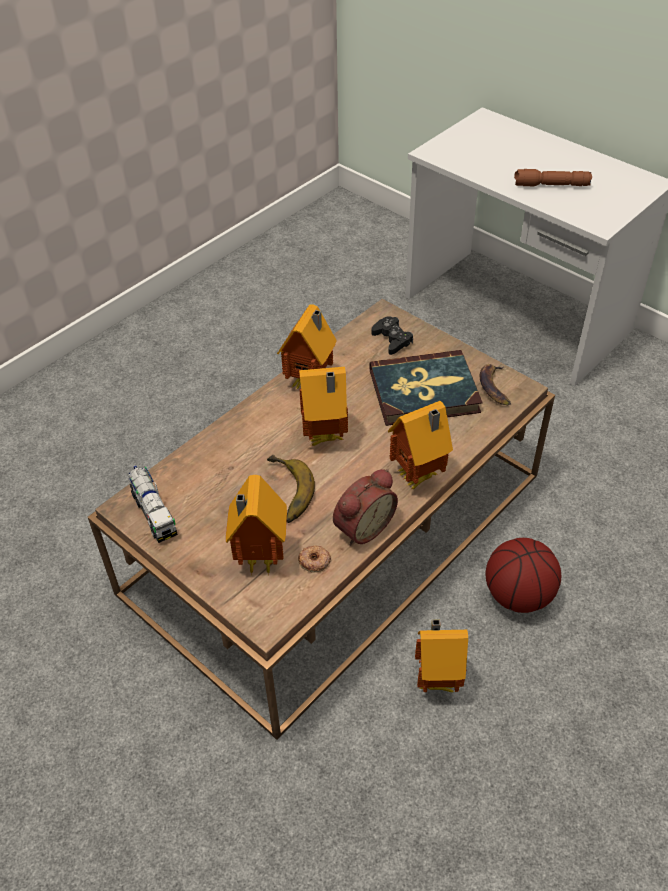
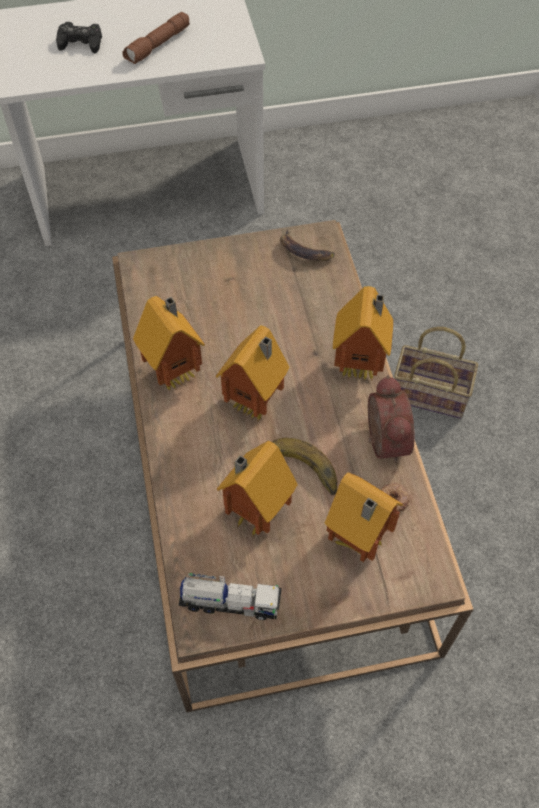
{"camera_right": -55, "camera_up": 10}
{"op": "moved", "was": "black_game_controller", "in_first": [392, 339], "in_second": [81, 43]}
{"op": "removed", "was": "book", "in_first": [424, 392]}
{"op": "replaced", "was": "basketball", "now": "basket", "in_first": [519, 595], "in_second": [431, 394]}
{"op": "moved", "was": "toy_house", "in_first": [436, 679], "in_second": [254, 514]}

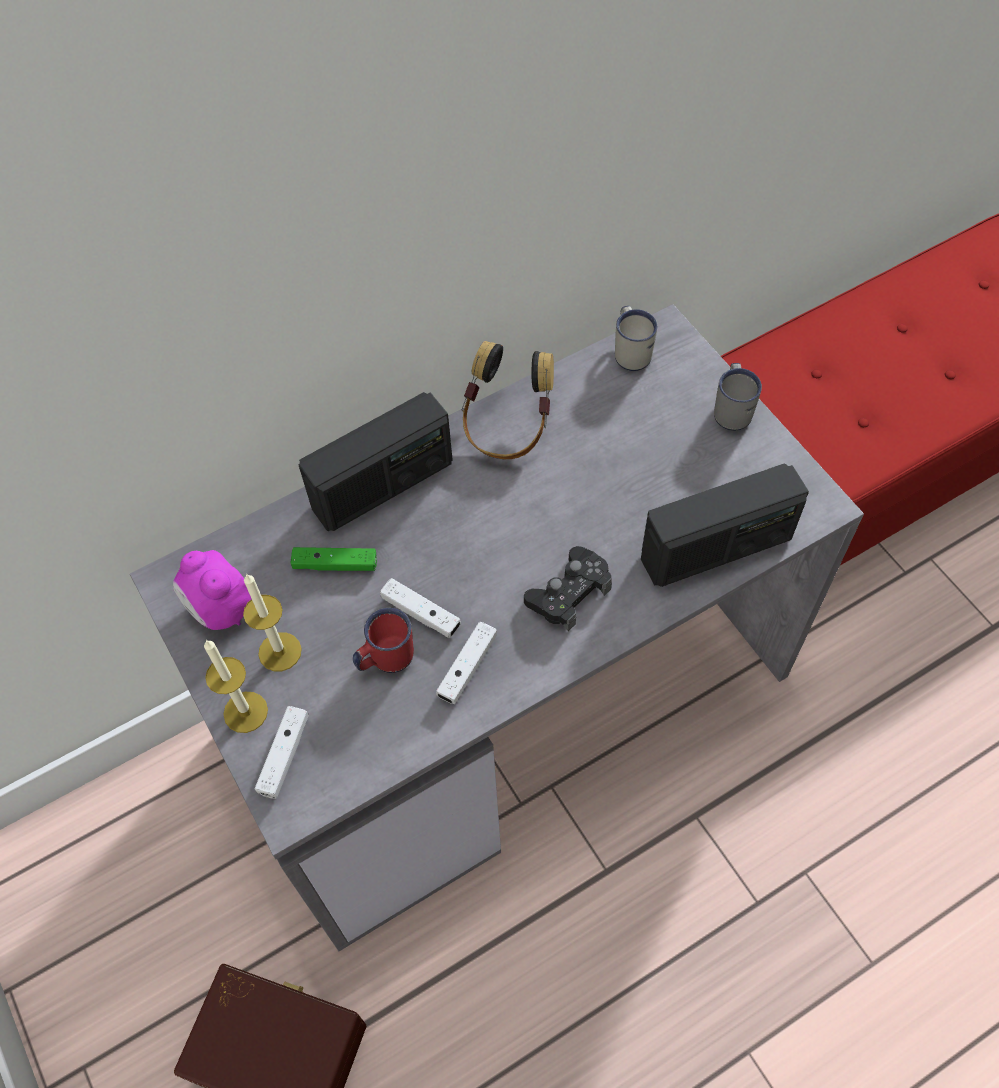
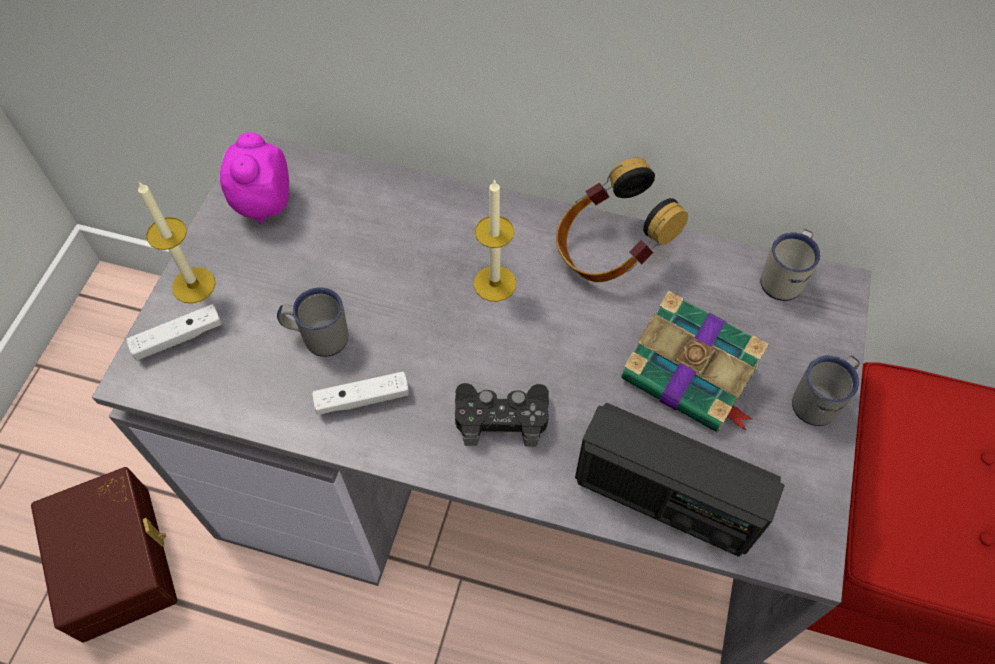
{"camera_right": 45, "camera_up": 0}
{"op": "removed", "was": "radio", "in_first": [383, 485]}
{"op": "removed", "was": "green_game_controller", "in_first": [335, 564]}
{"op": "moved", "was": "candle", "in_first": [280, 651], "in_second": [494, 283]}
{"op": "removed", "was": "white_game_controller", "in_first": [421, 613]}
{"op": "recoloured", "was": "red_mug", "now": "grey_mug", "in_first": [385, 658], "in_second": [318, 336]}
{"op": "added", "now": "book", "in_second": [691, 375]}

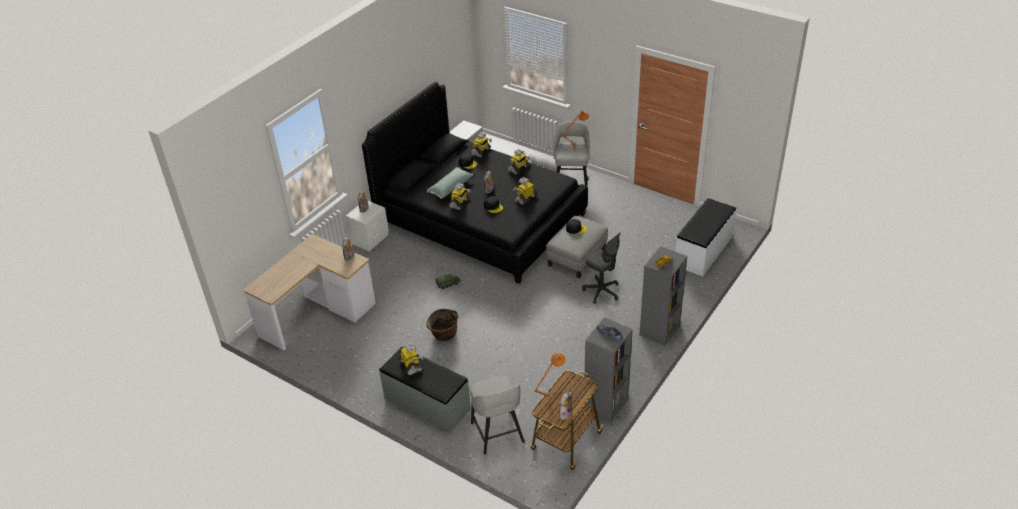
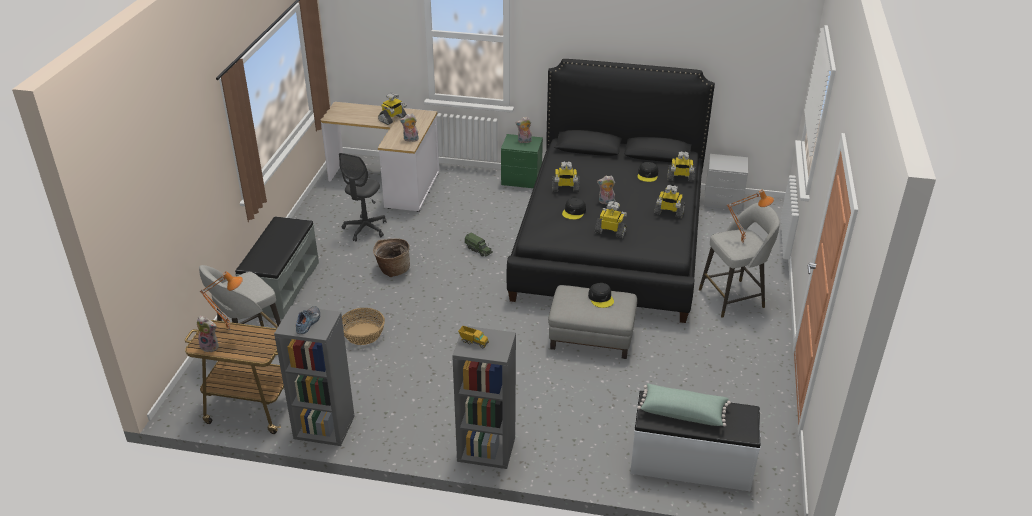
{"camera_right": 65, "camera_up": -5}
{"op": "moved", "was": "green_pillow", "in_first": [450, 187], "in_second": [683, 412]}
{"op": "recoloured", "was": "white_nightstand", "now": "green_nightstand", "in_first": [370, 239], "in_second": [521, 179]}
{"op": "moved", "was": "grey_office_chair", "in_first": [601, 291], "in_second": [365, 229]}
{"op": "moved", "was": "toy_robot", "in_first": [411, 365], "in_second": [393, 119]}
{"op": "added", "now": "basket", "in_second": [363, 334]}

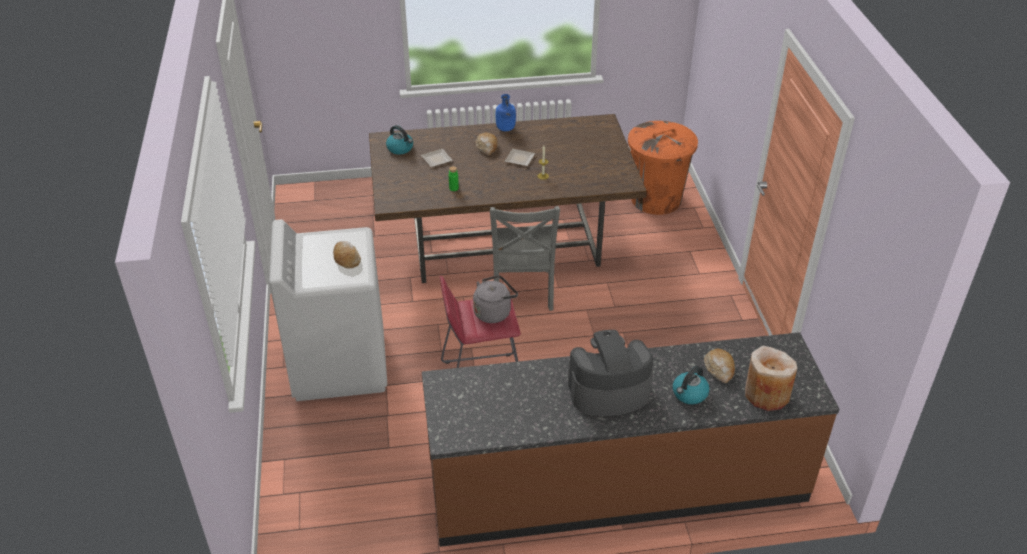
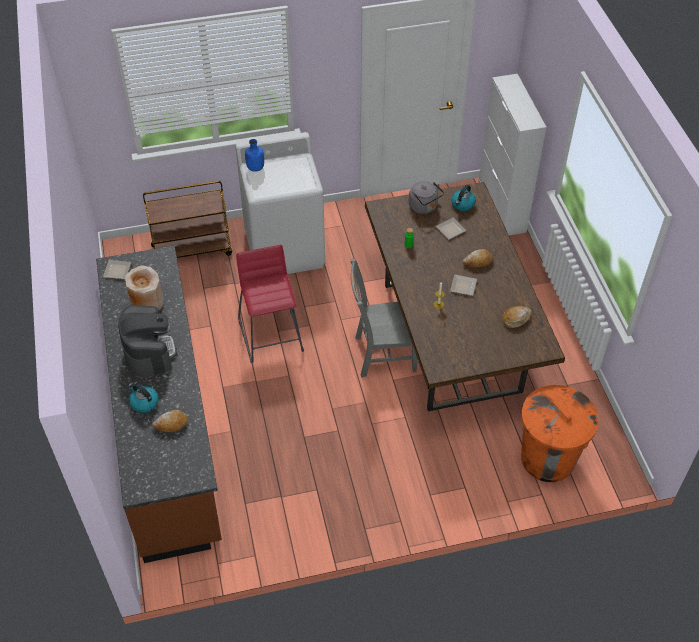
{"camera_right": 85, "camera_up": 10}
{"op": "moved", "was": "blue_bottle", "in_first": [505, 129], "in_second": [255, 168]}
{"op": "moved", "was": "bread", "in_first": [346, 258], "in_second": [516, 319]}
{"op": "moved", "was": "grey_kettle", "in_first": [494, 312], "in_second": [424, 207]}
{"op": "moved", "was": "beige_vase", "in_first": [766, 394], "in_second": [147, 302]}
{"op": "added", "now": "white_cabinet", "in_second": [501, 207]}
{"op": "added", "now": "brown_cart", "in_second": [192, 249]}
{"op": "added", "now": "plate", "in_second": [116, 271]}

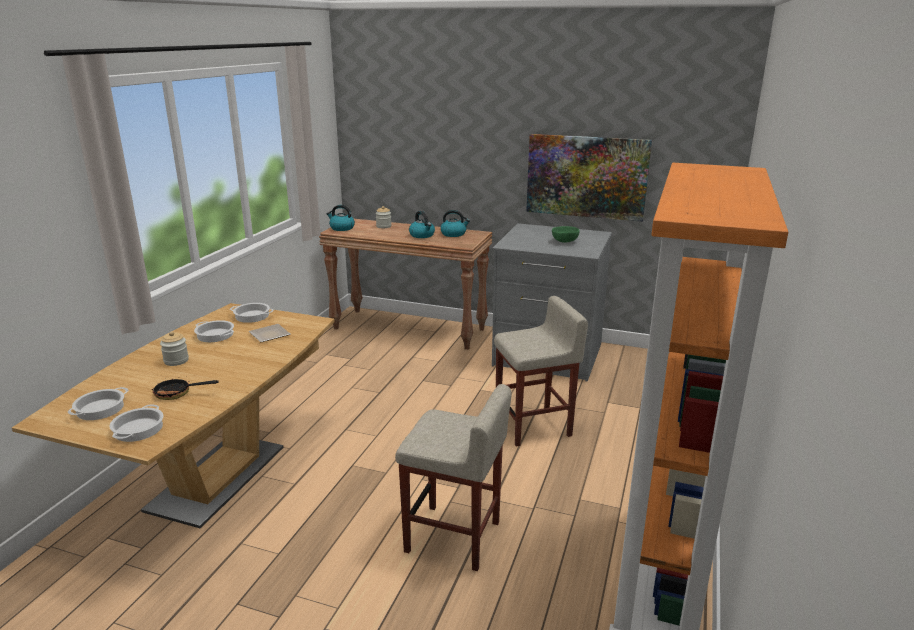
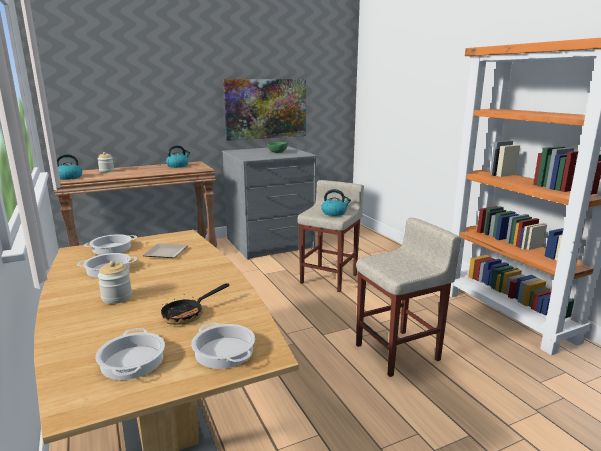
{"camera_right": -45, "camera_up": -5}
{"op": "moved", "was": "kettle", "in_first": [422, 235], "in_second": [334, 213]}

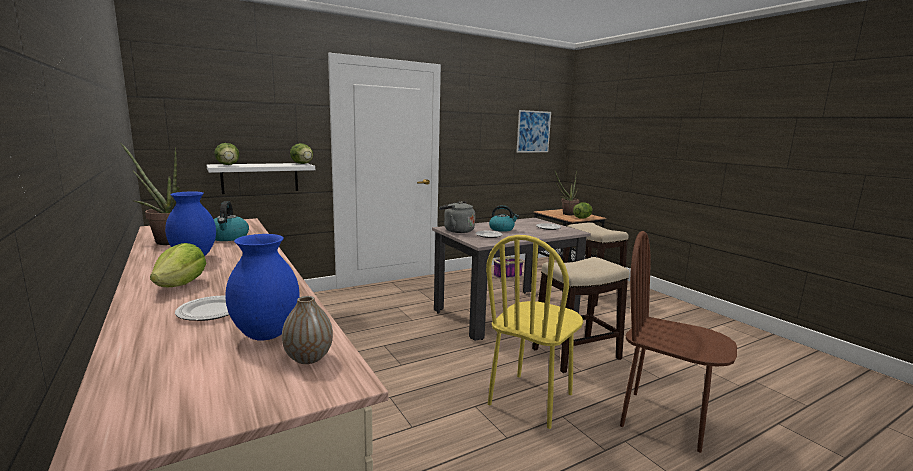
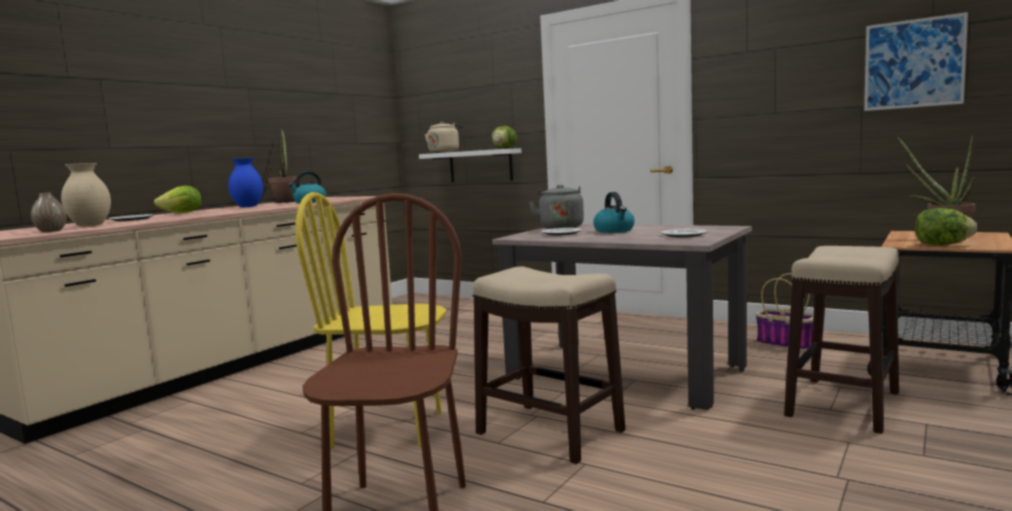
{"camera_right": 65, "camera_up": -5}
{"op": "replaced", "was": "lettuce", "now": "beige_kettle", "in_first": [228, 165], "in_second": [445, 152]}
{"op": "recoloured", "was": "blue_vase", "now": "beige_vase", "in_first": [265, 335], "in_second": [90, 226]}

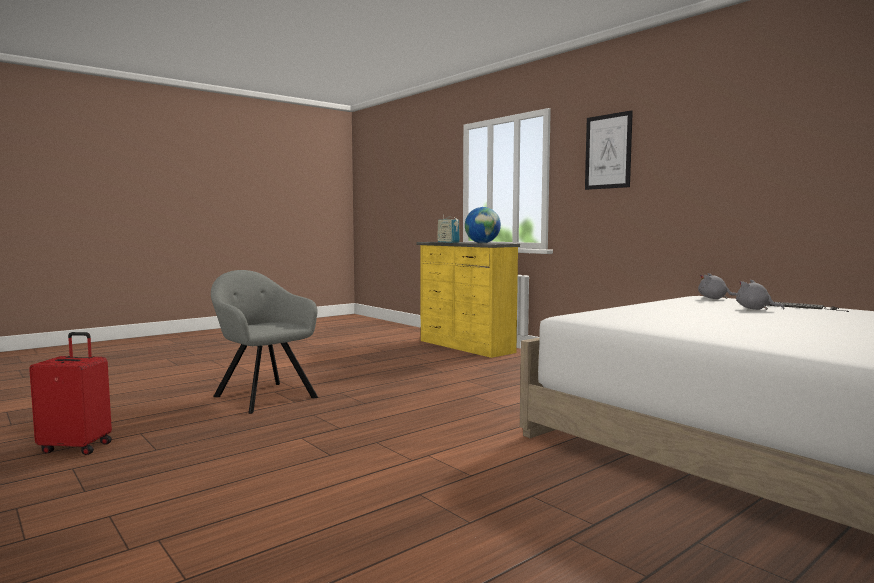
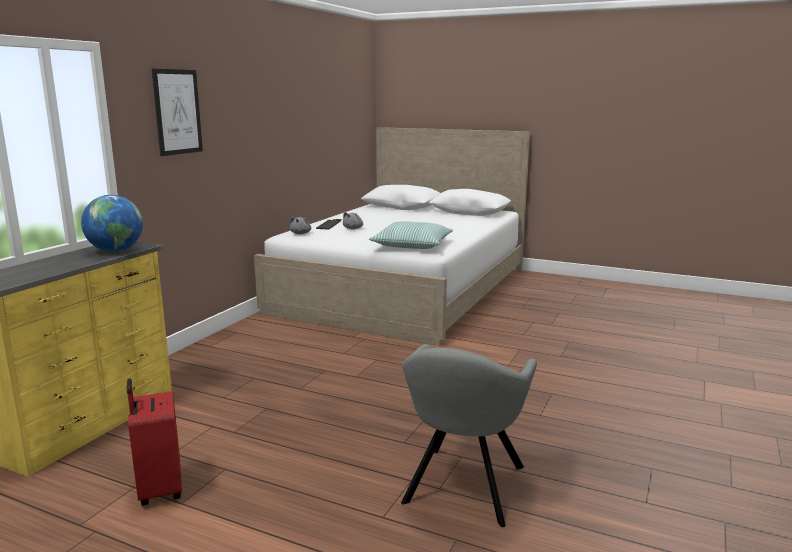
{"camera_right": -115, "camera_up": 10}
{"op": "removed", "was": "radio", "in_first": [448, 242]}
{"op": "moved", "was": "red_suitcase", "in_first": [77, 447], "in_second": [159, 490]}
{"op": "added", "now": "pillow", "in_second": [412, 245]}

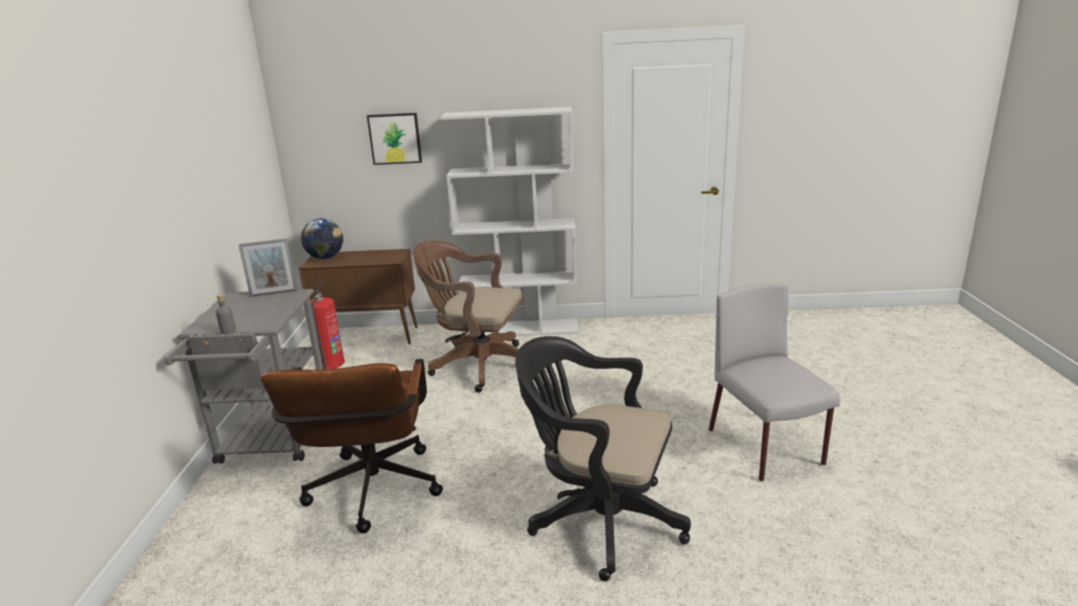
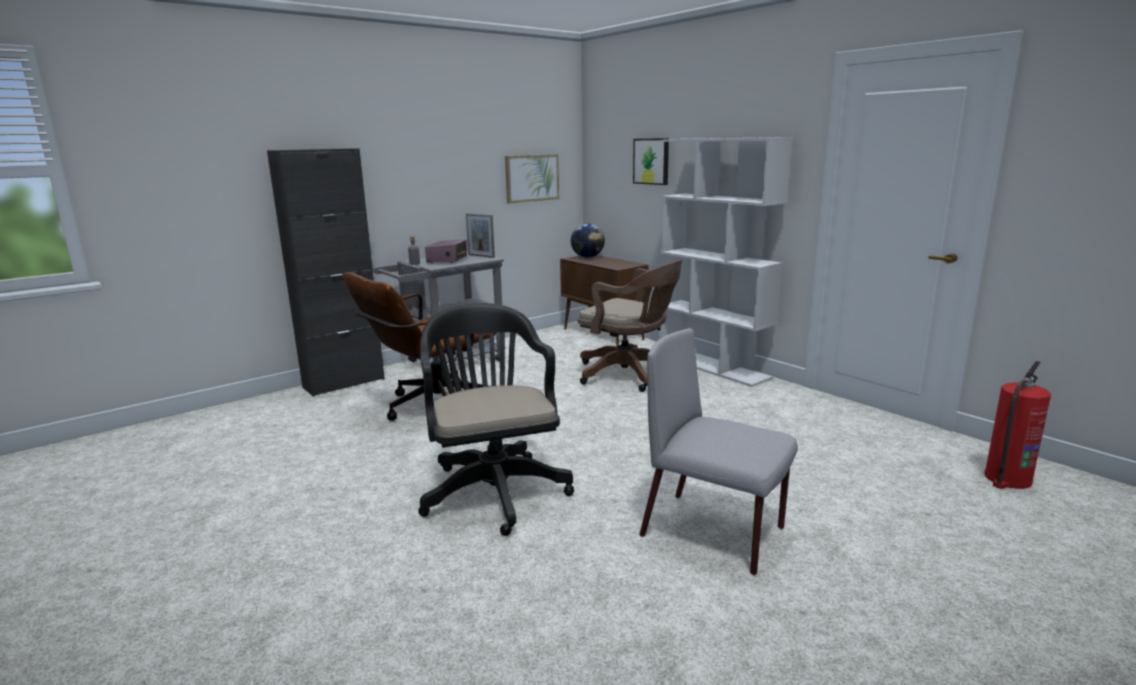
{"camera_right": 50, "camera_up": -5}
{"op": "turned", "was": "brown_office_chair", "in_first": [477, 365], "in_second": [629, 375], "clockwise": 150}
{"op": "moved", "was": "fire_extinguisher", "in_first": [329, 364], "in_second": [1006, 479]}
{"op": "turned", "was": "grey_chair", "in_first": [766, 448], "in_second": [714, 532], "clockwise": -90}
{"op": "added", "now": "black_cabinet", "in_second": [344, 383]}
{"op": "added", "now": "picture", "in_second": [532, 178]}
{"op": "added", "now": "radio", "in_second": [447, 260]}

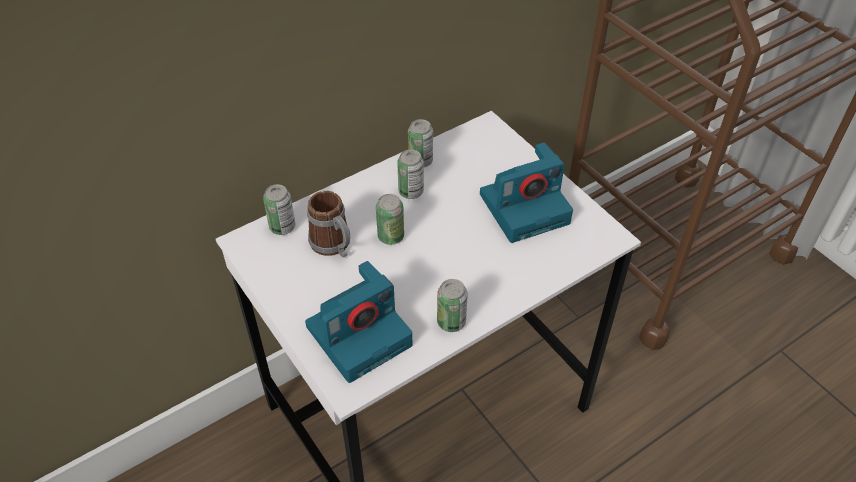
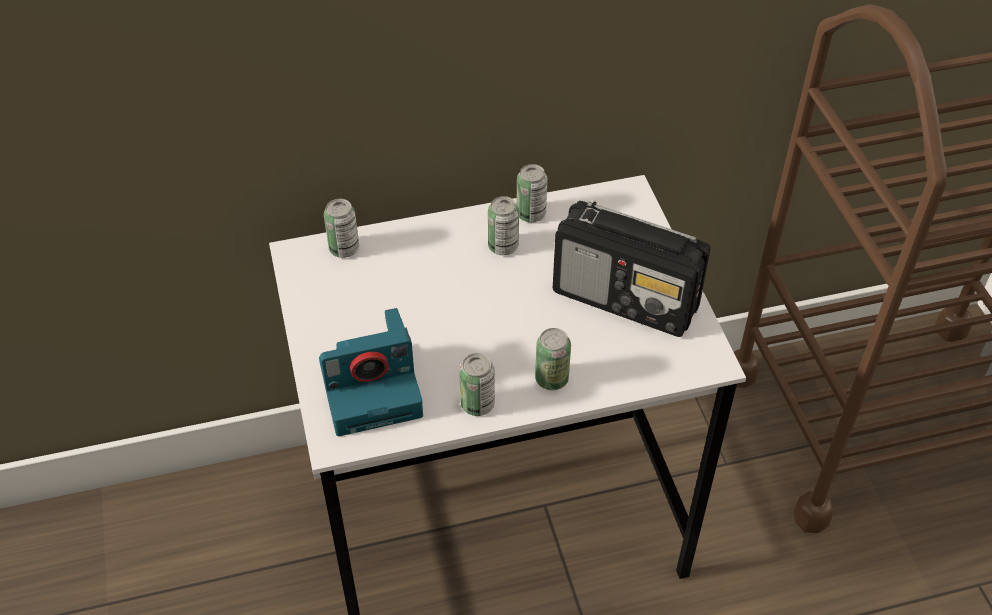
{"camera_right": 20, "camera_up": 0}
{"op": "replaced", "was": "photo_camera", "now": "radio", "in_first": [525, 207], "in_second": [627, 299]}
{"op": "removed", "was": "mug", "in_first": [334, 246]}
{"op": "moved", "was": "can", "in_first": [391, 236], "in_second": [551, 379]}

